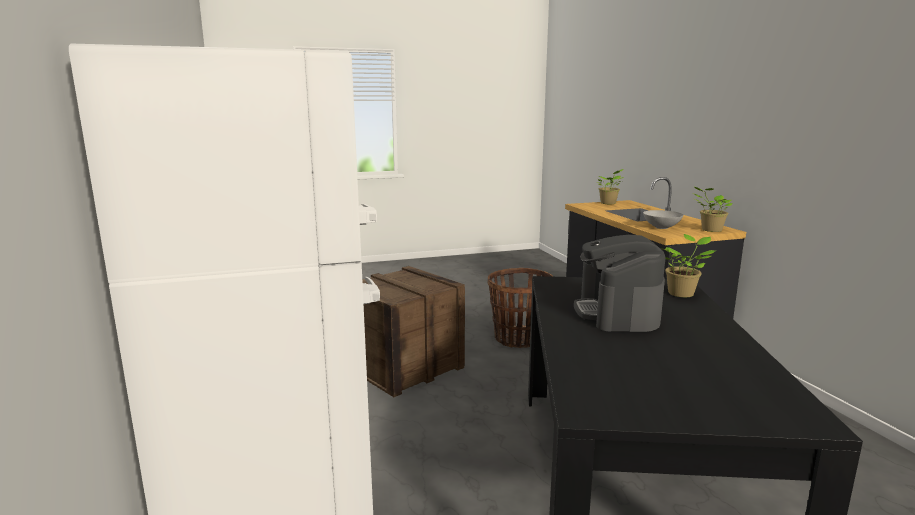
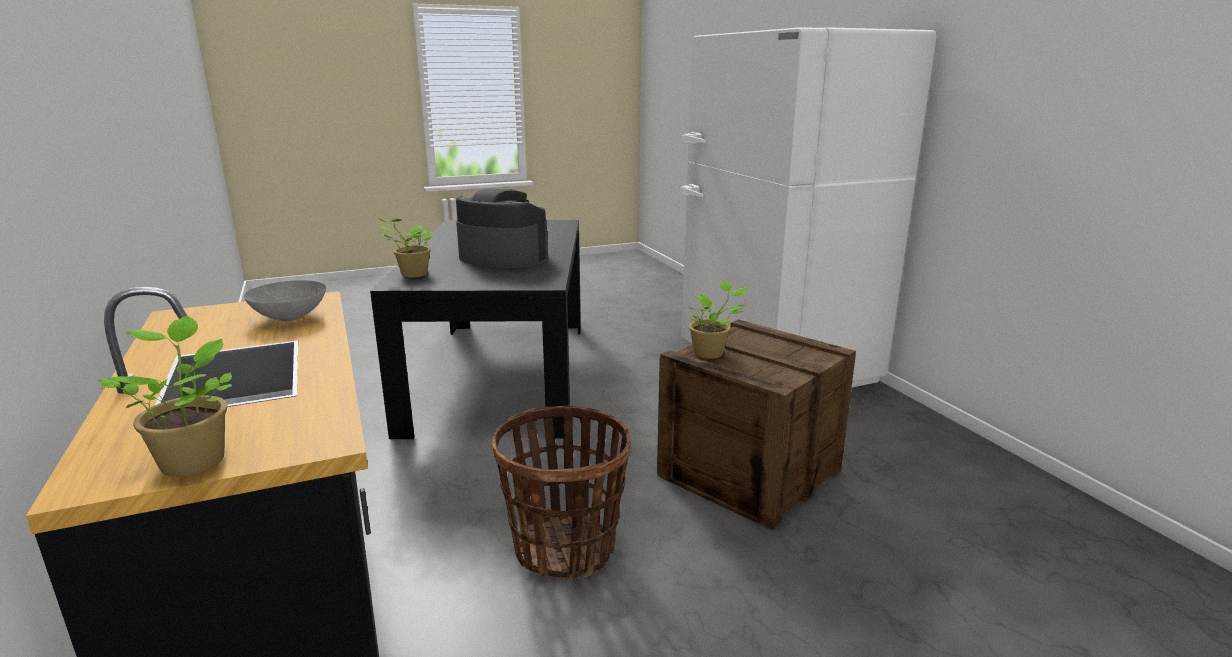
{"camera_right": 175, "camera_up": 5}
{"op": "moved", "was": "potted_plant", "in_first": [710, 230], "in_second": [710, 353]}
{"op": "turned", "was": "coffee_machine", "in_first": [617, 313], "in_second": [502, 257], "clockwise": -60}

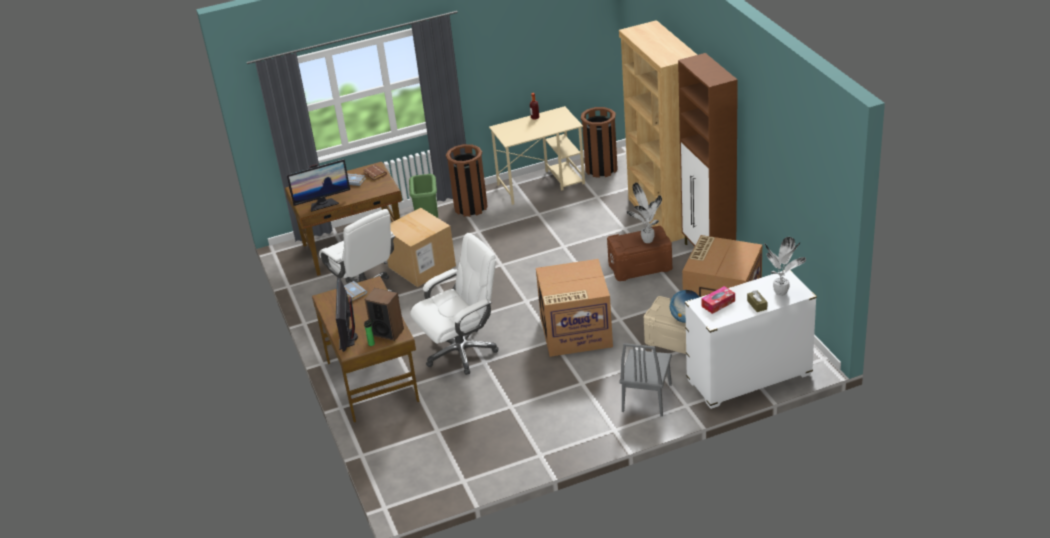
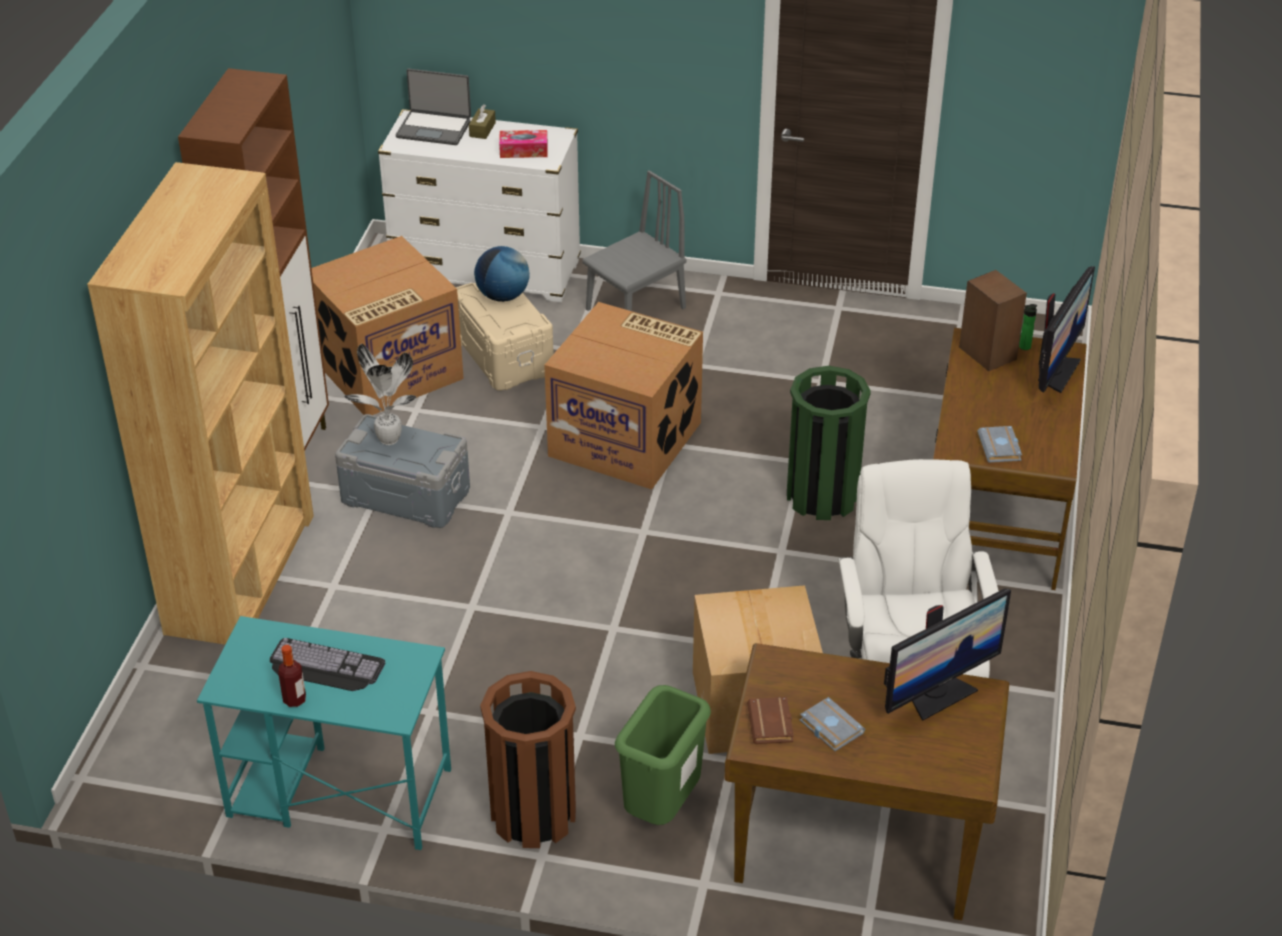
{"camera_right": -150, "camera_up": 5}
{"op": "recoloured", "was": "beige_desk", "now": "turquoise_desk", "in_first": [541, 184], "in_second": [338, 793]}
{"op": "removed", "was": "brown_trash_can", "in_first": [601, 169]}
{"op": "turned", "was": "monitor", "in_first": [323, 204], "in_second": [938, 694], "clockwise": 135}
{"op": "recoloured", "was": "brown_storage_box", "now": "grey_storage_box", "in_first": [640, 267], "in_second": [406, 495]}
{"op": "replaced", "was": "white_office_chair", "now": "green_trash_can", "in_first": [461, 351], "in_second": [822, 496]}
{"op": "replaced", "was": "potted_plant", "now": "laptop", "in_first": [781, 293], "in_second": [434, 128]}
{"op": "added", "now": "keyboard", "in_second": [323, 667]}

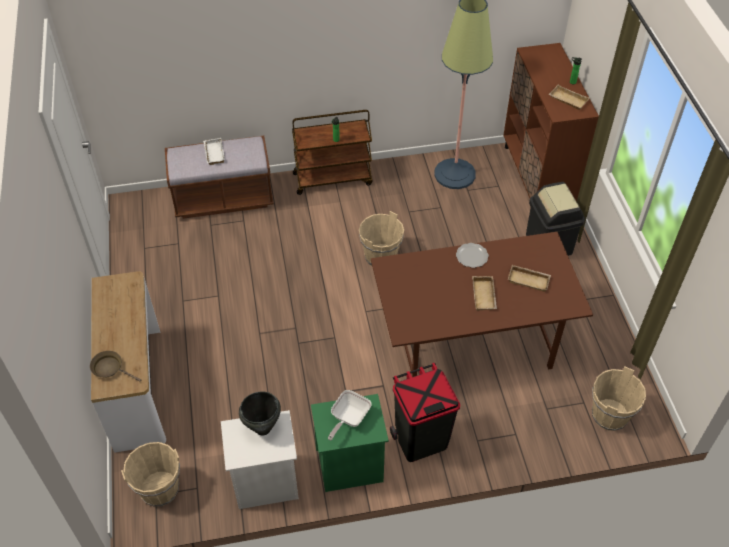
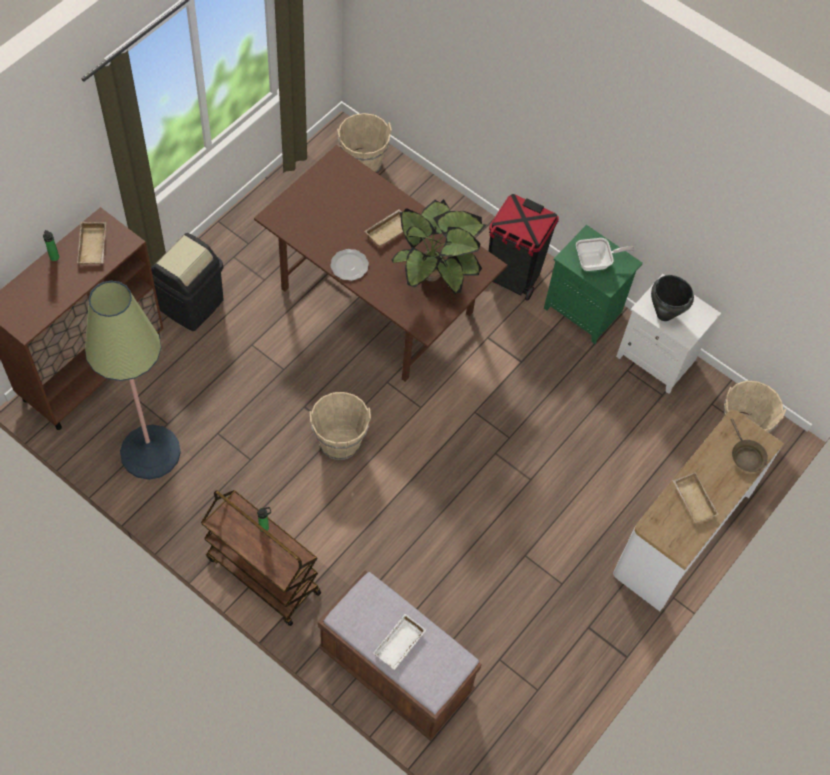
{"camera_right": -135, "camera_up": 10}
{"op": "moved", "was": "beige_tray", "in_first": [529, 280], "in_second": [692, 500]}
{"op": "added", "now": "potted_plant", "in_second": [435, 274]}

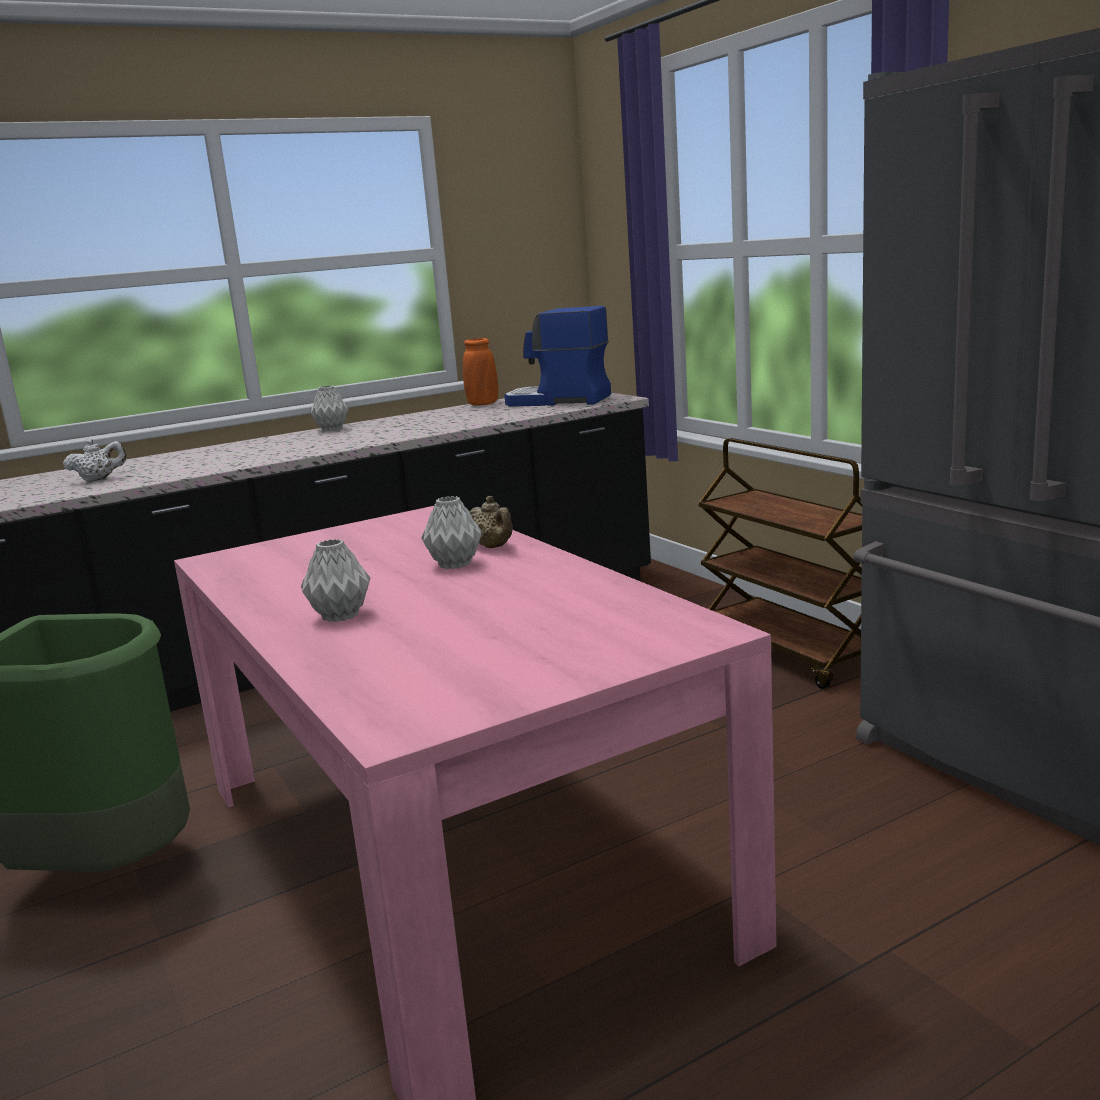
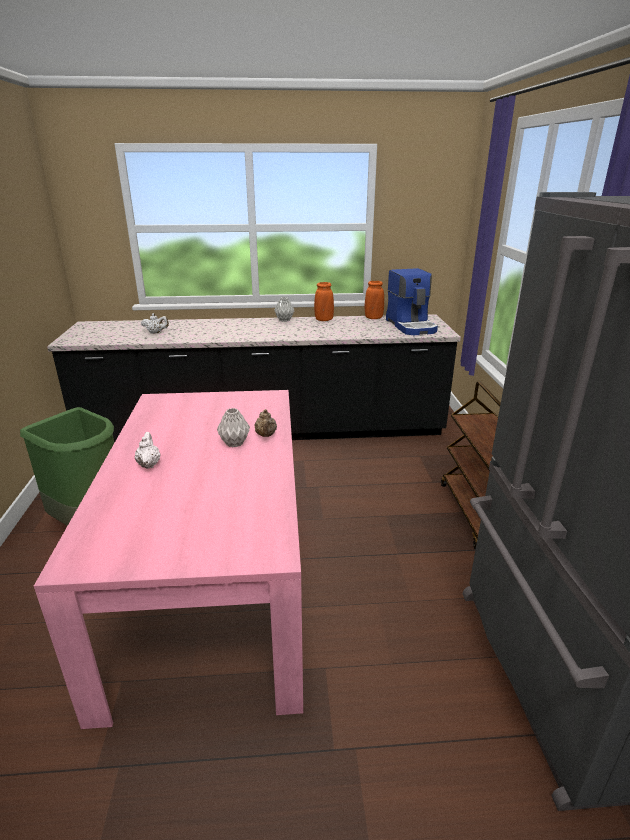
{"camera_right": 25, "camera_up": 10}
{"op": "turned", "was": "coffee_machine", "in_first": [558, 401], "in_second": [411, 326], "clockwise": -150}
{"op": "replaced", "was": "grey_vase", "now": "white_teapot", "in_first": [340, 616], "in_second": [149, 464]}
{"op": "added", "now": "orange_vase", "in_second": [324, 320]}

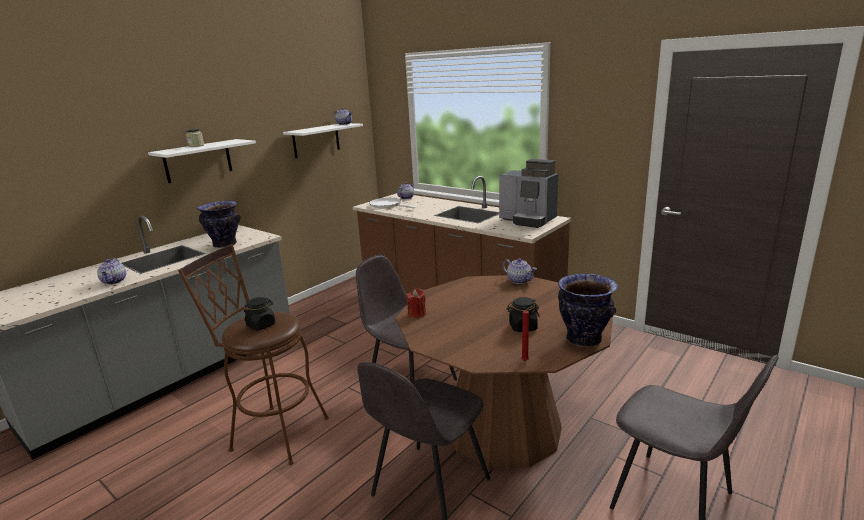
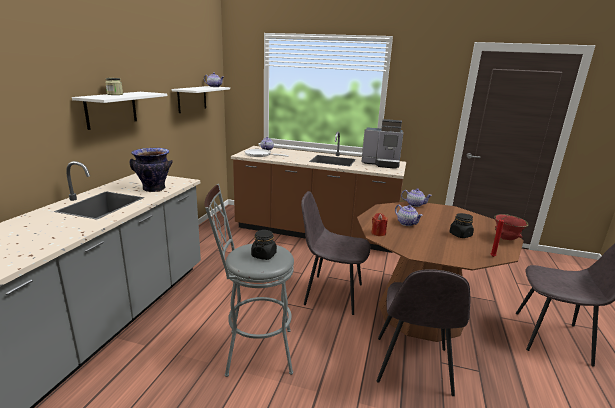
{"camera_right": -25, "camera_up": 0}
{"op": "recoloured", "was": "brown_stool", "now": "grey_stool", "in_first": [273, 432], "in_second": [252, 351]}
{"op": "moved", "was": "teapot", "in_first": [114, 281], "in_second": [407, 223]}
{"op": "replaced", "was": "vase", "now": "red_bowl", "in_first": [583, 340], "in_second": [506, 239]}

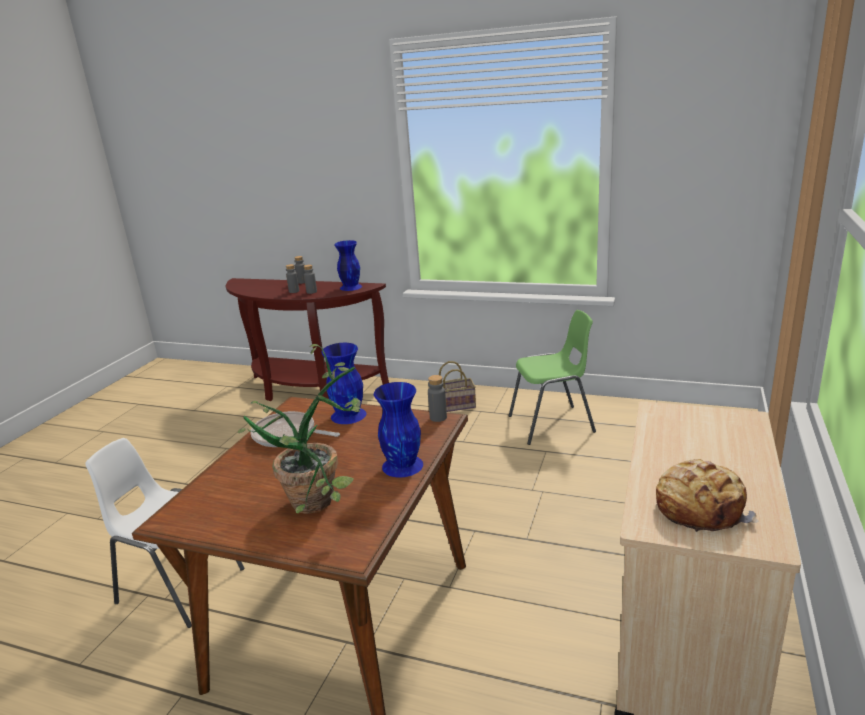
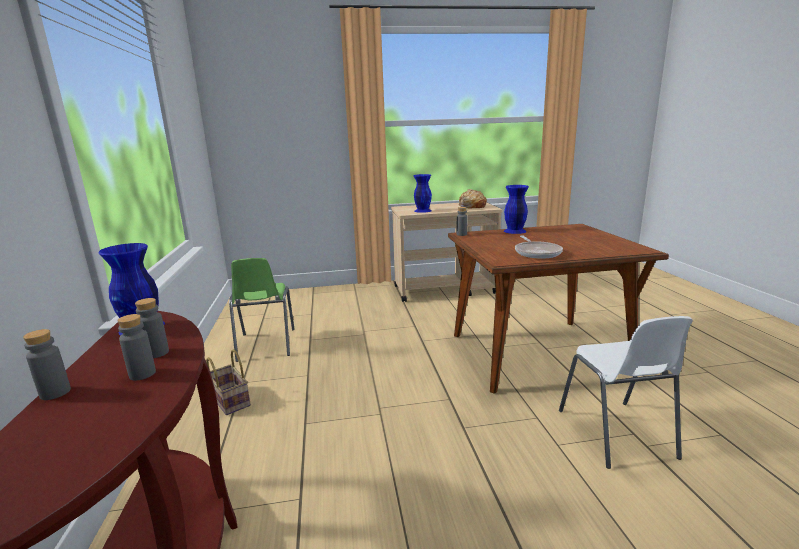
{"camera_right": -120, "camera_up": -5}
{"op": "turned", "was": "green_chair", "in_first": [552, 424], "in_second": [265, 345], "clockwise": -150}
{"op": "moved", "was": "blue_vase", "in_first": [349, 415], "in_second": [422, 210]}
{"op": "removed", "was": "potted_plant", "in_first": [324, 501]}

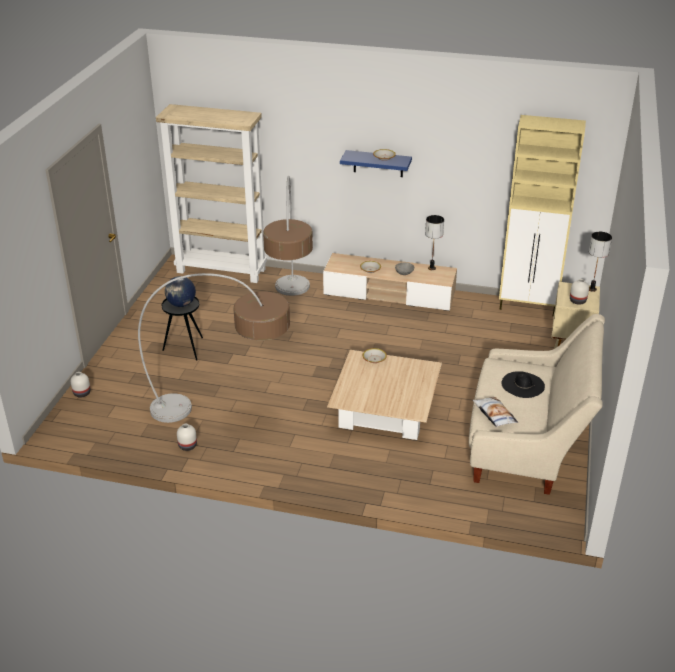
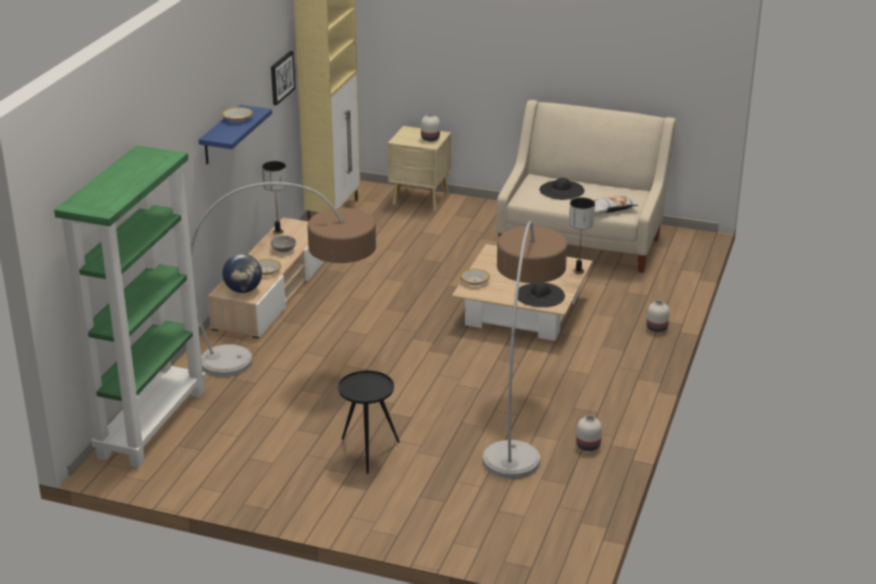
{"camera_right": -85, "camera_up": -5}
{"op": "recoloured", "was": "beige_bookcase", "now": "green_bookcase", "in_first": [222, 270], "in_second": [152, 423]}
{"op": "moved", "was": "table_lamp", "in_first": [592, 289], "in_second": [579, 271]}
{"op": "moved", "was": "globe", "in_first": [181, 304], "in_second": [243, 290]}
{"op": "moved", "was": "white_vase", "in_first": [81, 393], "in_second": [656, 328]}
{"op": "added", "now": "picture", "in_second": [281, 77]}
{"op": "added", "now": "black_hat", "in_second": [540, 295]}

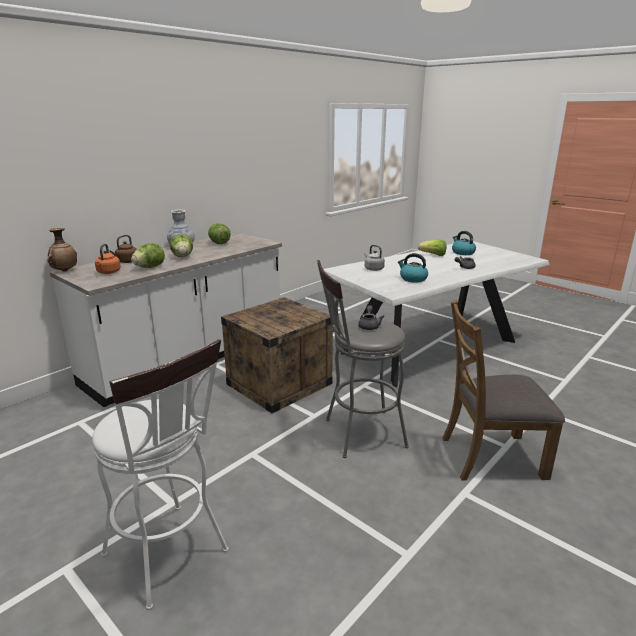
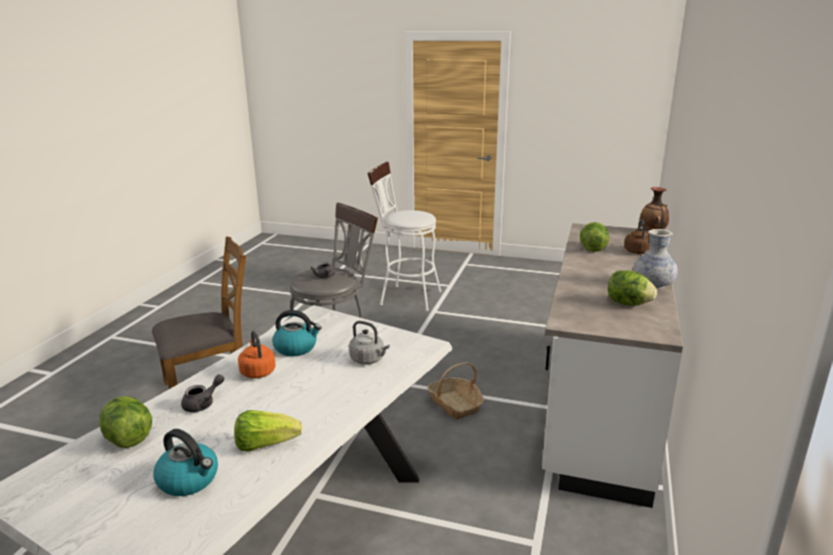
{"camera_right": 155, "camera_up": 0}
{"op": "moved", "was": "lettuce", "in_first": [182, 256], "in_second": [128, 438]}
{"op": "moved", "was": "orange_kettle", "in_first": [108, 272], "in_second": [257, 371]}
{"op": "replaced", "was": "crate", "now": "basket", "in_first": [279, 384], "in_second": [455, 404]}

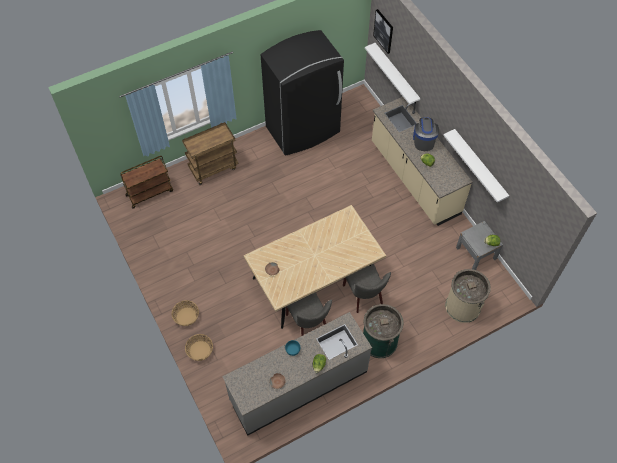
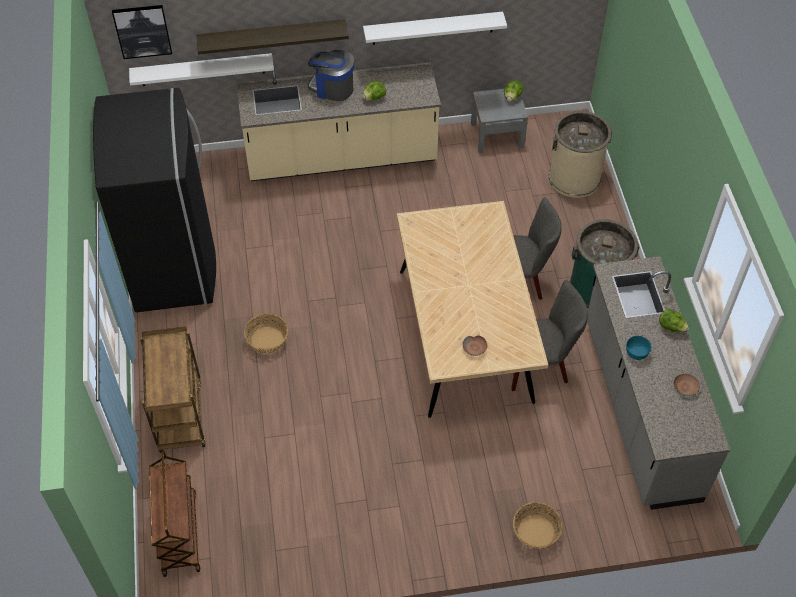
{"camera_right": -70, "camera_up": -5}
{"op": "moved", "was": "basket", "in_first": [186, 316], "in_second": [267, 340]}
{"op": "added", "now": "shelf", "in_second": [272, 36]}

